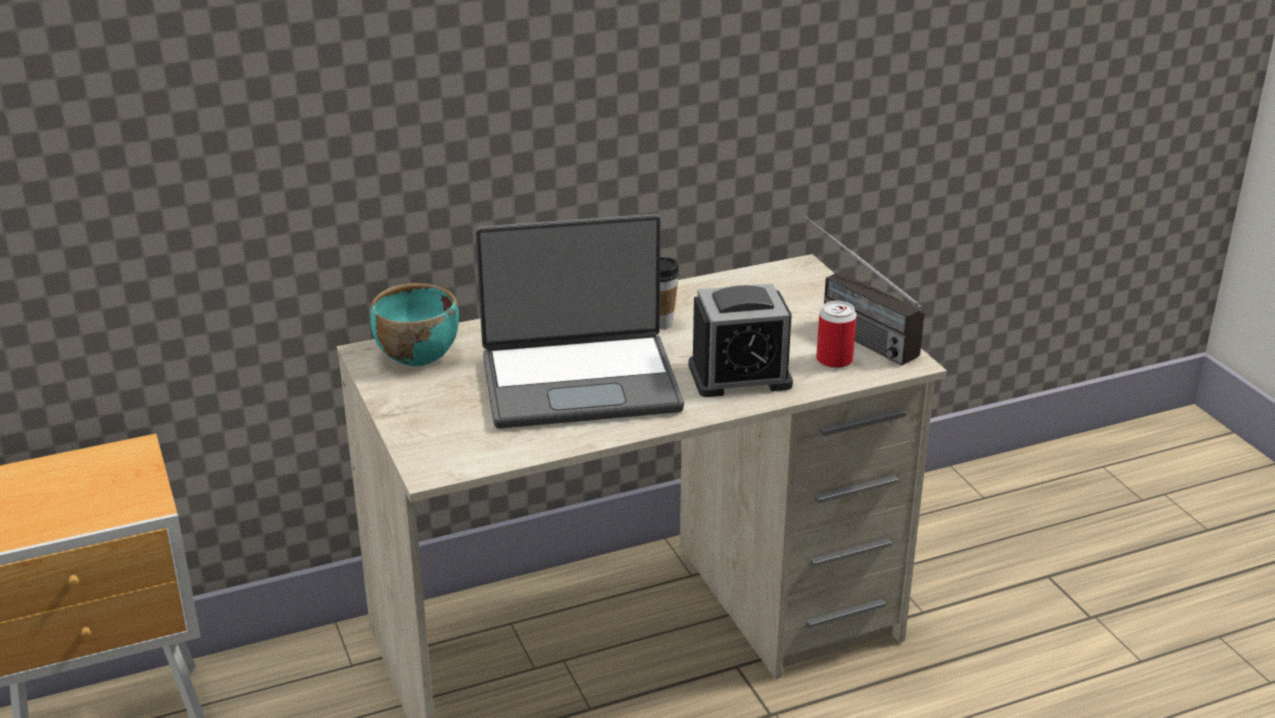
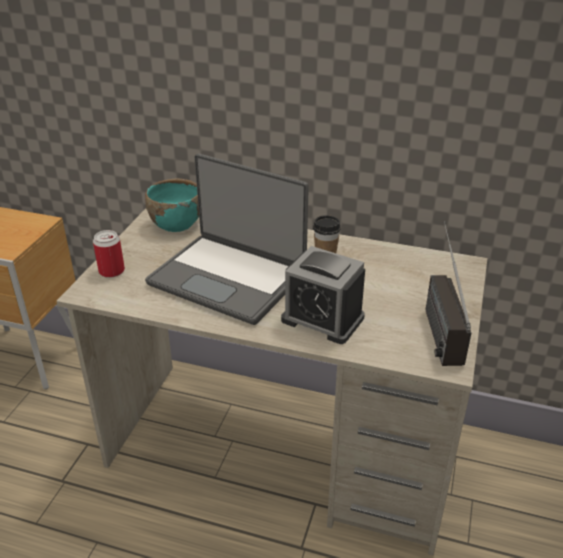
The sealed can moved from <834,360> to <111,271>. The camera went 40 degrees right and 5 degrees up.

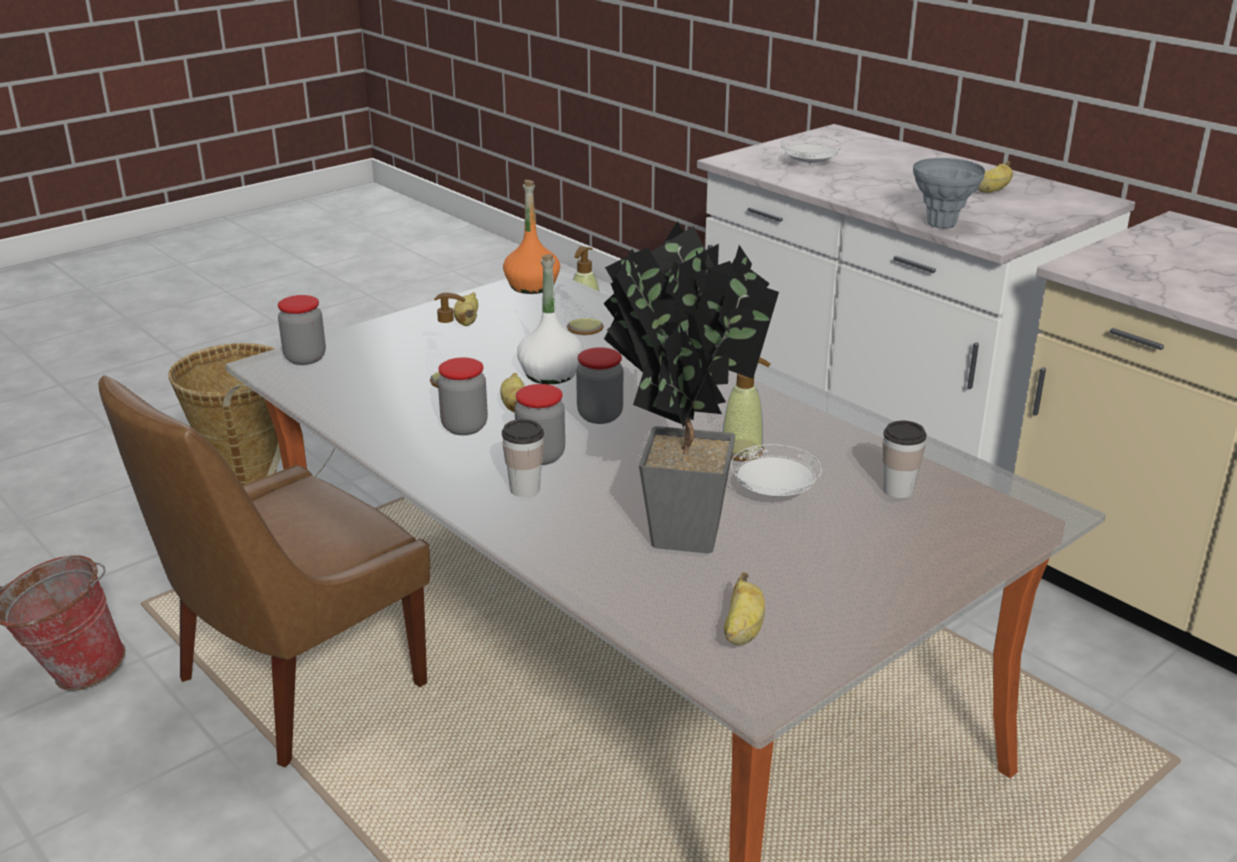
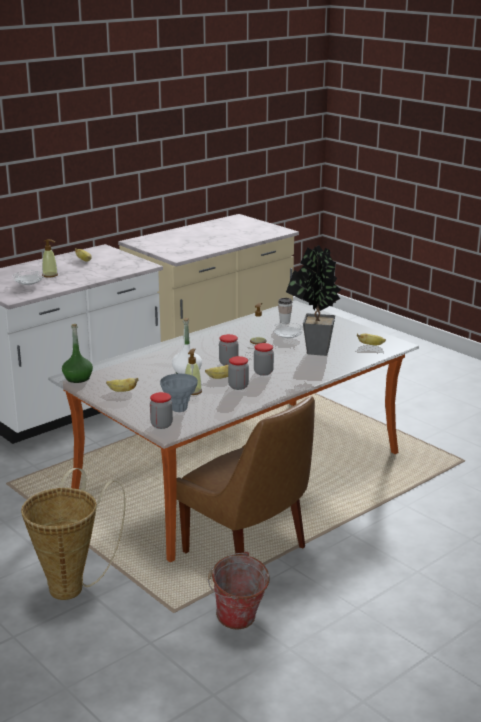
The cup at <525,489> disappeared. The soap dispenser moved from <585,328> to <50,275>. The gray decorative vase moved from <942,224> to <179,409>. The orange-coloured drink bottle at <532,286> became the green drink bottle at <77,378>. The camera went 90 degrees left and 5 degrees down.

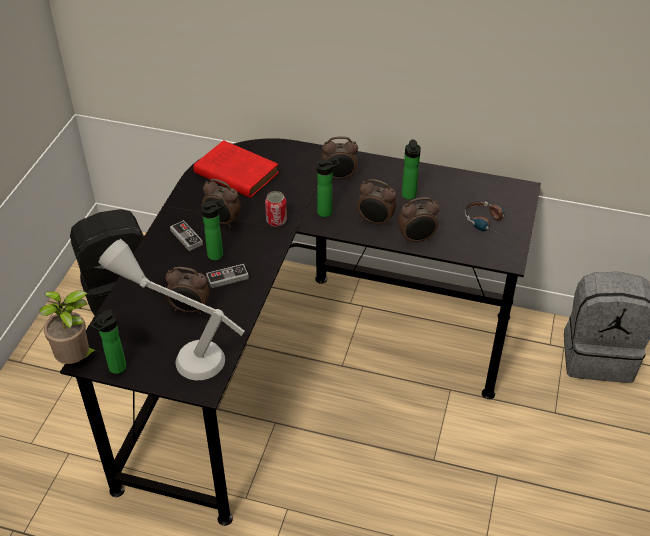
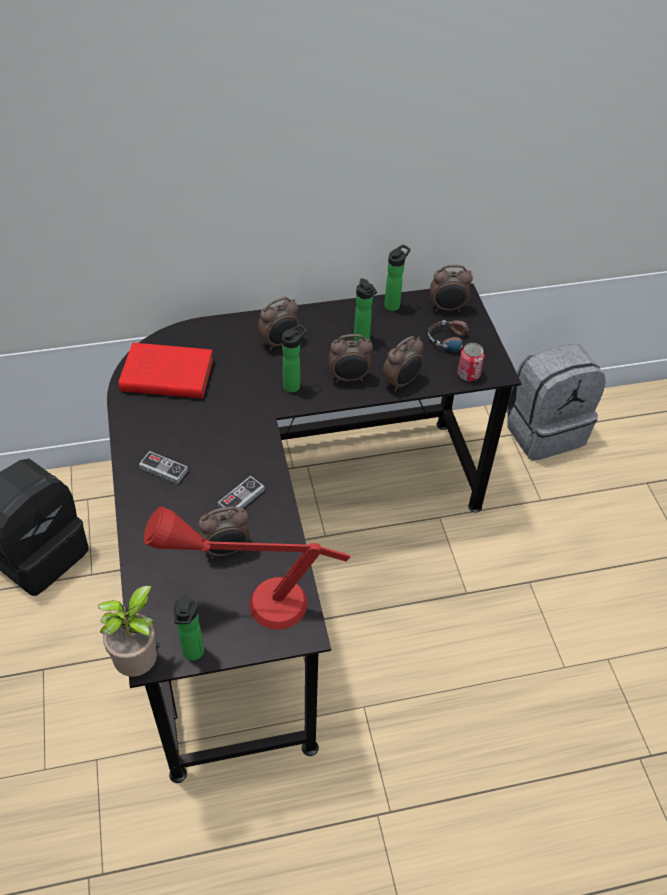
The drink bottle moved from <218,254> to <393,304>. The alarm clock moved from <222,222> to <447,308>. The sealed can moved from <276,220> to <468,374>. The gray tabletop lamp at <179,350> became the reddish tabletop lamp at <247,601>. The camera went 30 degrees left and 5 degrees up.

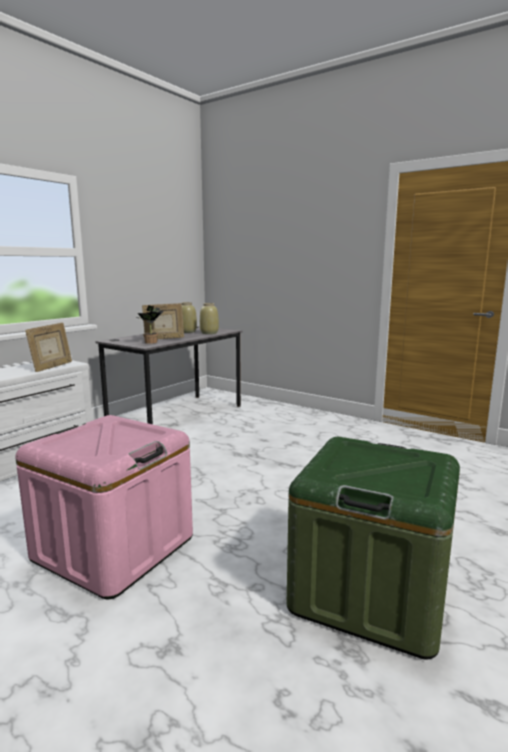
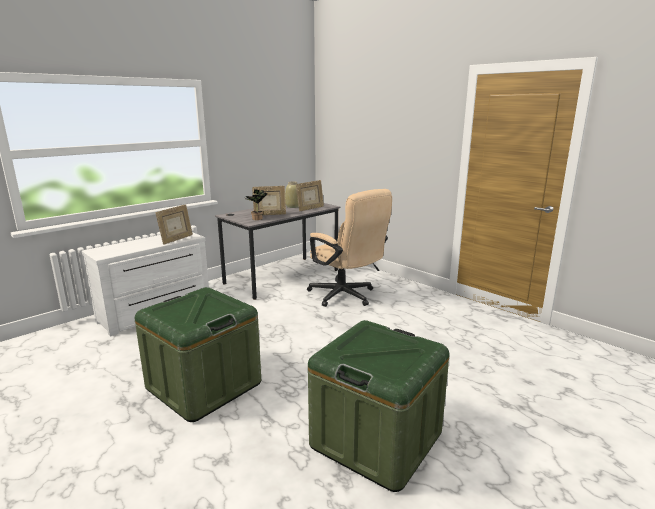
The sand-coloured office chair at <346,296> appeared. The sand-coloured decorative vase at <209,333> was replaced by the standing frame at <310,209>. The pink-coloured storage container at <114,548> became the green storage container at <204,385>. The camera went 10 degrees right and 5 degrees up.

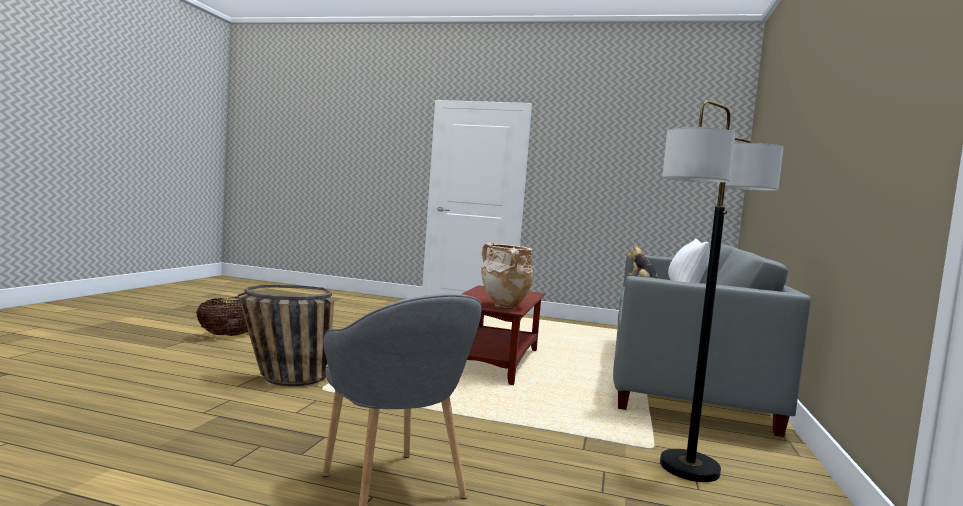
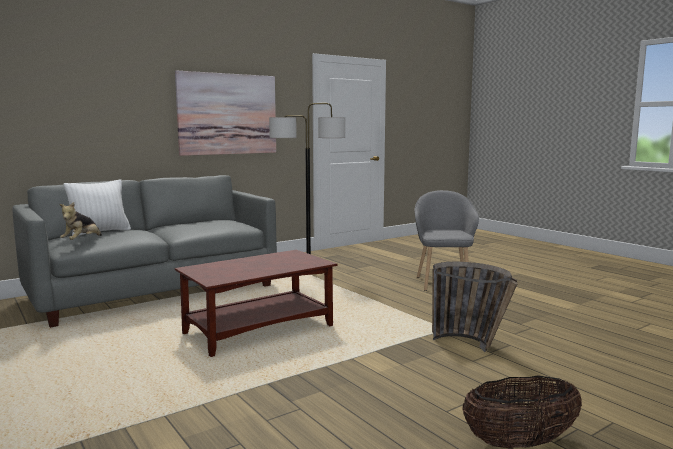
The sand-coloured decorative vase at <503,306> disappeared. The wall picture at <228,114> appeared. The camera went 140 degrees left and 5 degrees up.

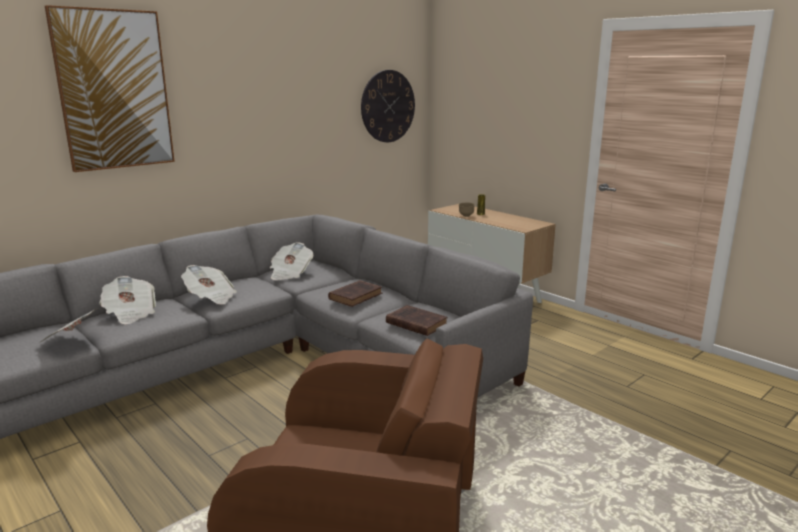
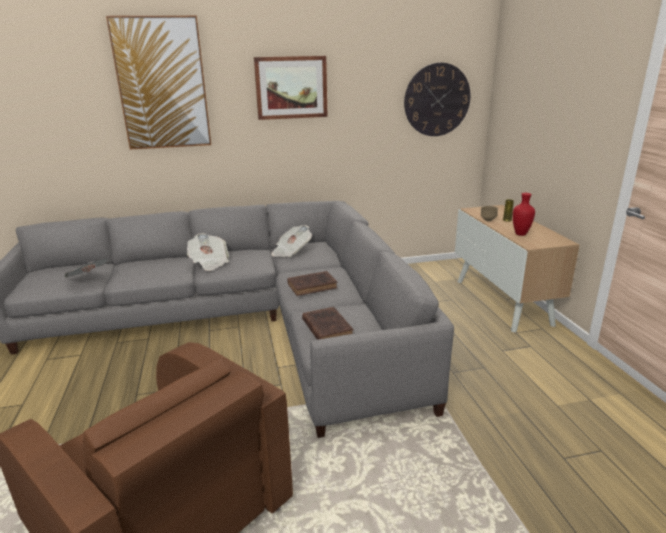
The printed paper at <130,313> disappeared. The wall picture at <291,87> appeared. The reddish decorative vase at <521,234> appeared. The camera went 30 degrees right and 5 degrees up.

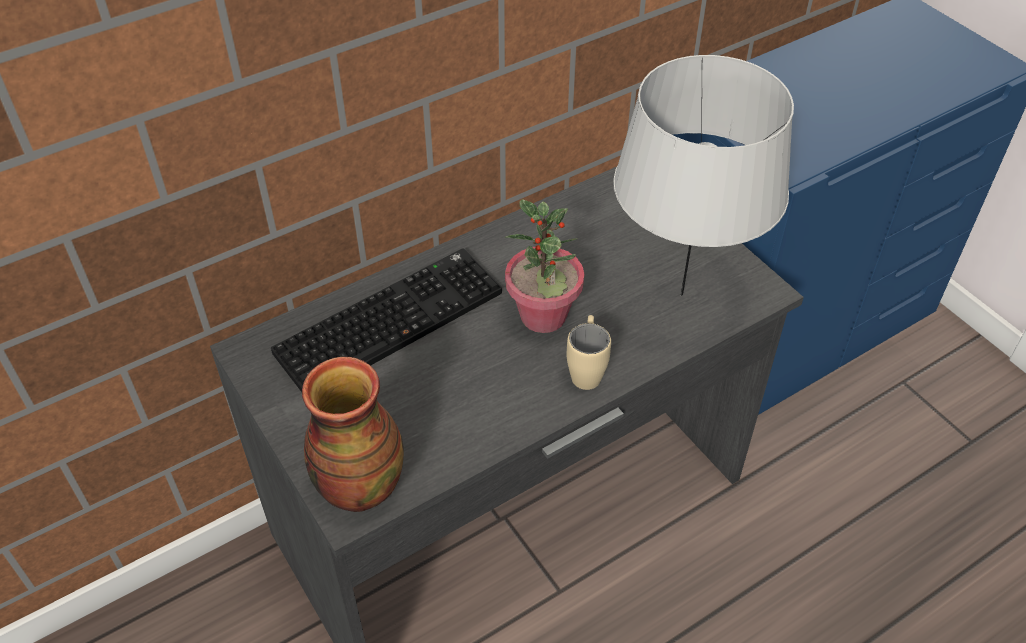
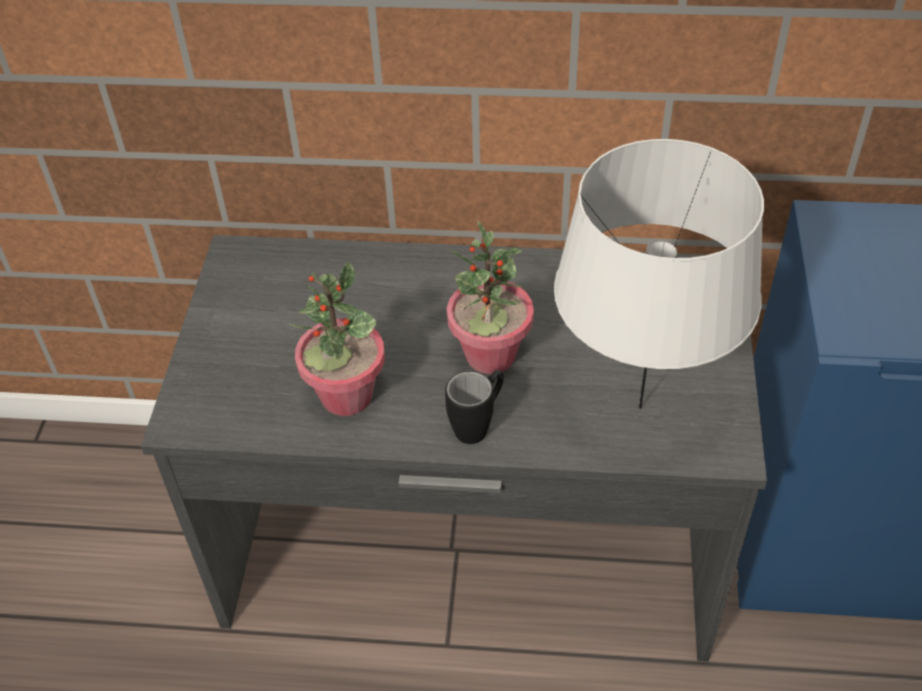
The keyboard at <390,319> disappeared. The decorative vase at <358,486> disappeared. The houseplant at <346,396> appeared. The sand-coloured tea mug at <586,370> became the blackish tea mug at <478,424>. The camera went 40 degrees right and 0 degrees up.

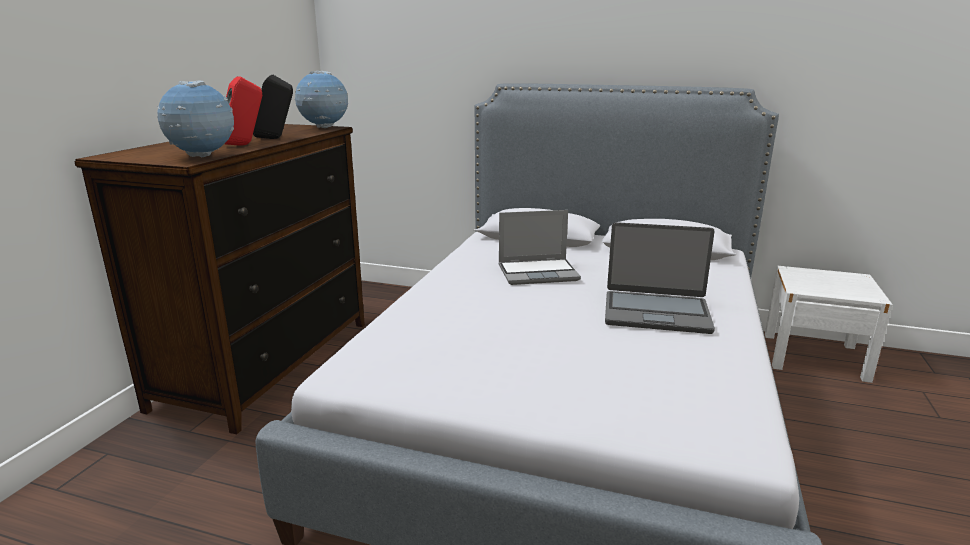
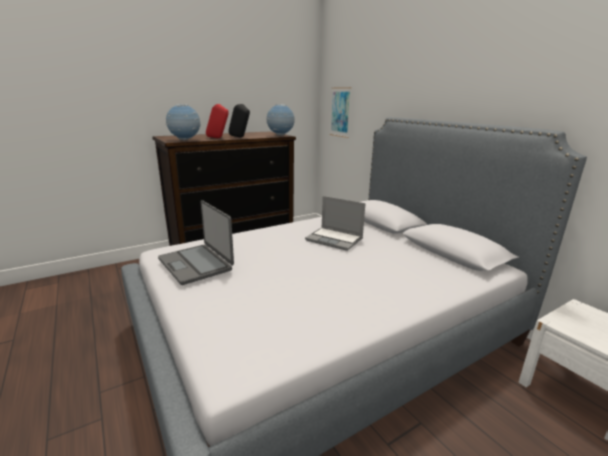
The wall picture at <340,112> appeared. The portable computer moved from <656,313> to <196,264>. The camera went 40 degrees right and 0 degrees up.

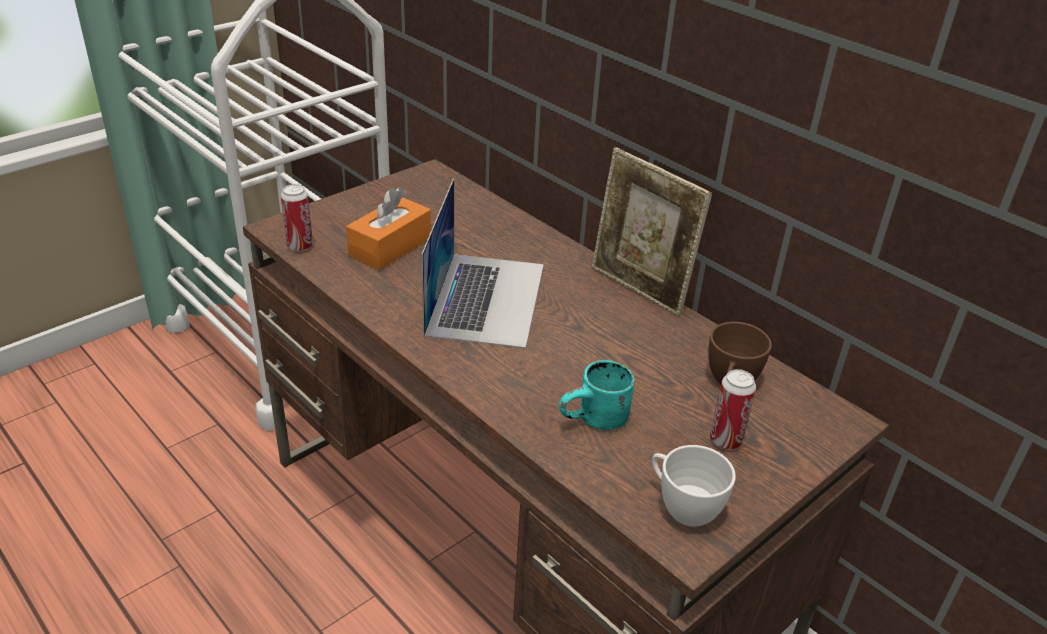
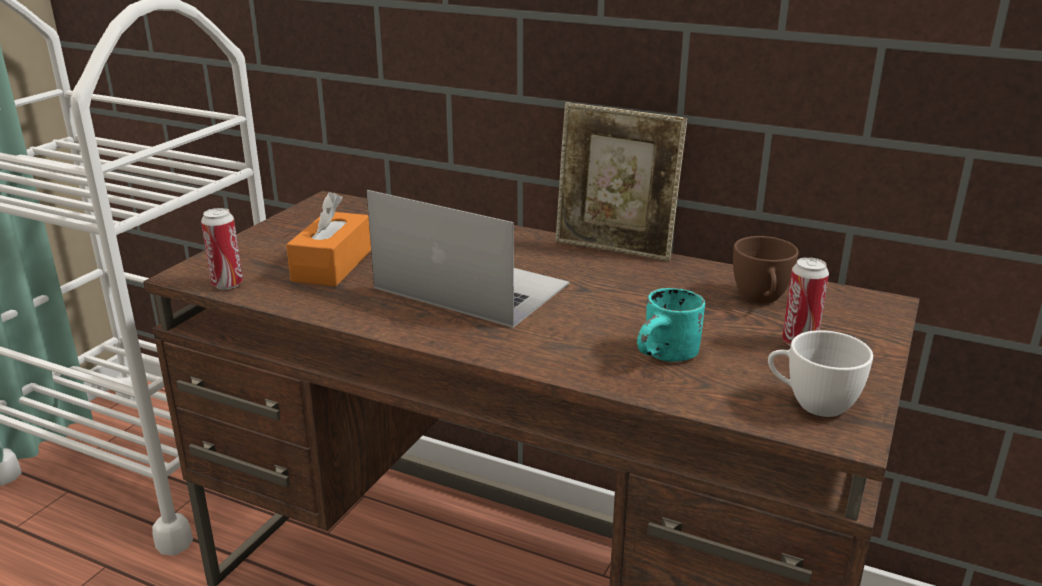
The portable computer at <486,298> turned 45 degrees counterclockwise. The camera went 20 degrees left and 10 degrees down.

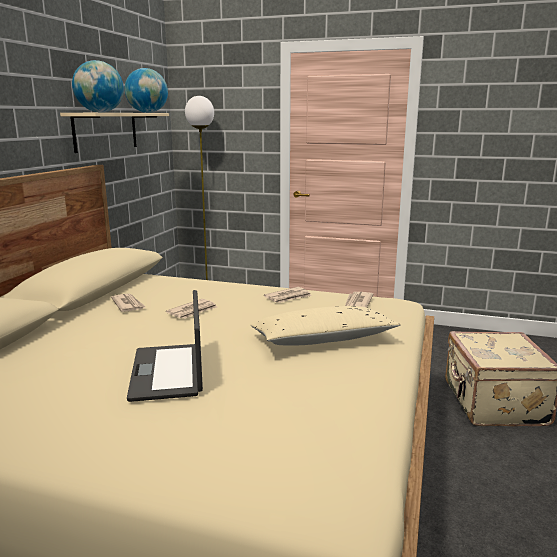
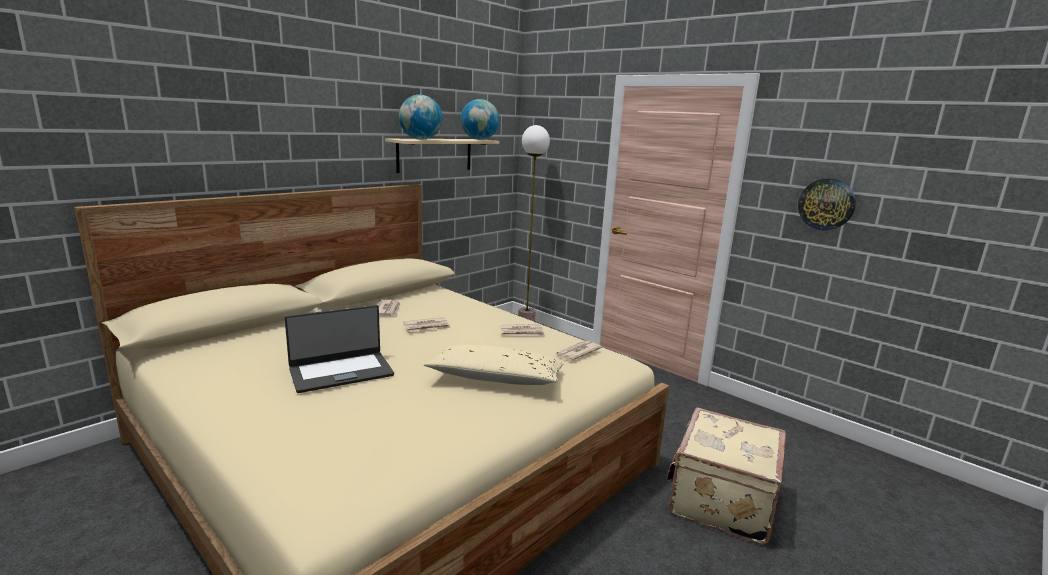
The hanging clock at <826,204> appeared. The portable computer at <169,371> turned 135 degrees counterclockwise. The camera went 25 degrees right and 0 degrees up.

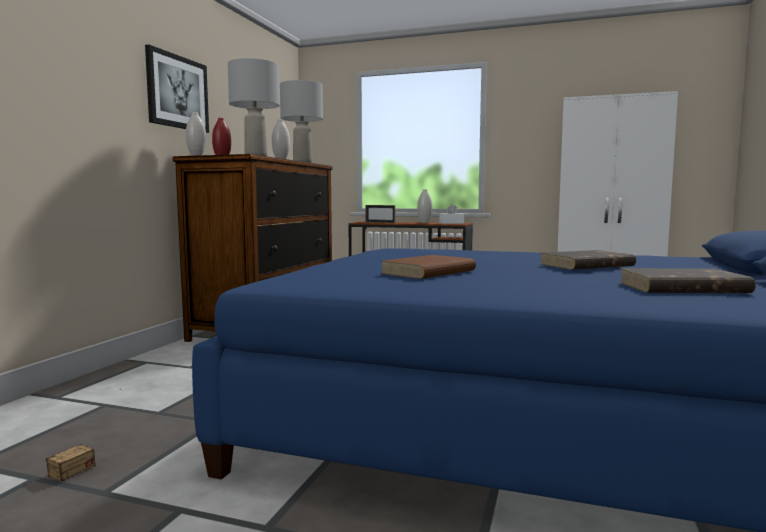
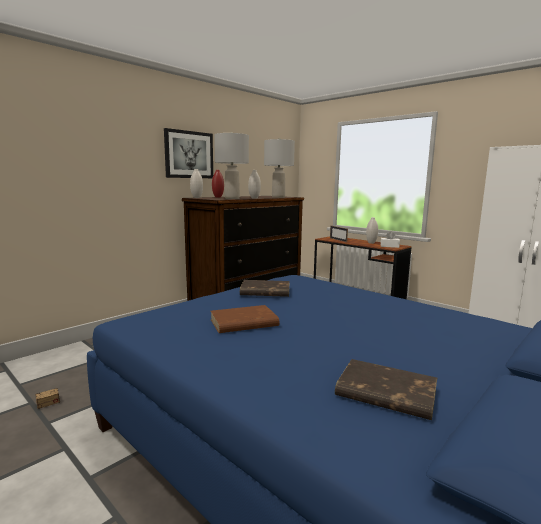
The brown-coloured volume moved from <585,265> to <264,291>. The camera went 25 degrees right and 5 degrees up.

